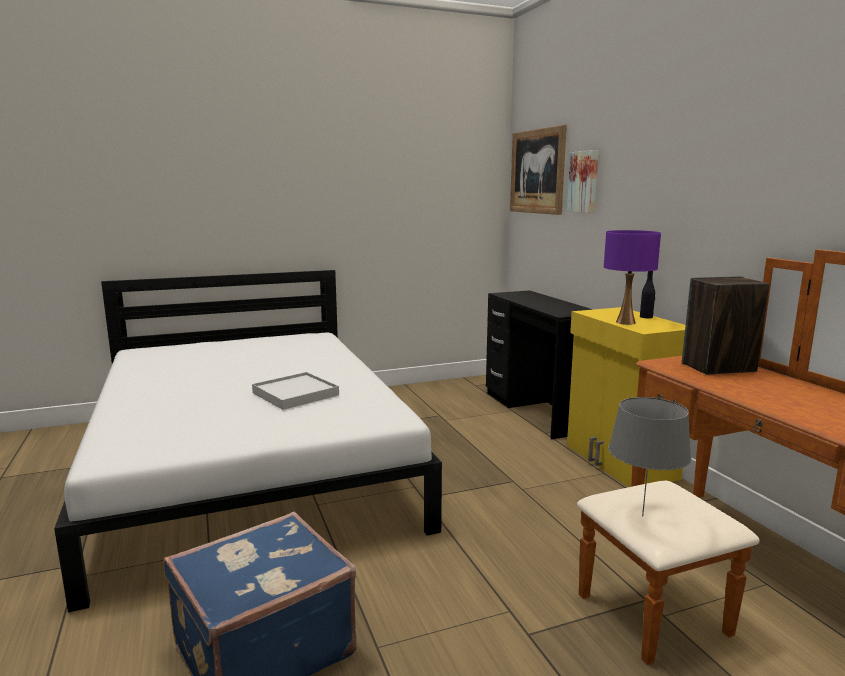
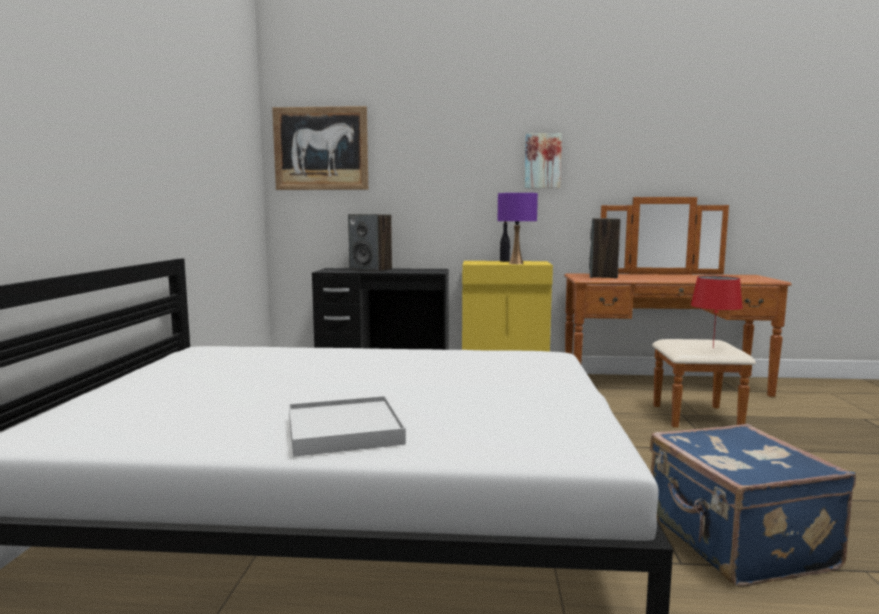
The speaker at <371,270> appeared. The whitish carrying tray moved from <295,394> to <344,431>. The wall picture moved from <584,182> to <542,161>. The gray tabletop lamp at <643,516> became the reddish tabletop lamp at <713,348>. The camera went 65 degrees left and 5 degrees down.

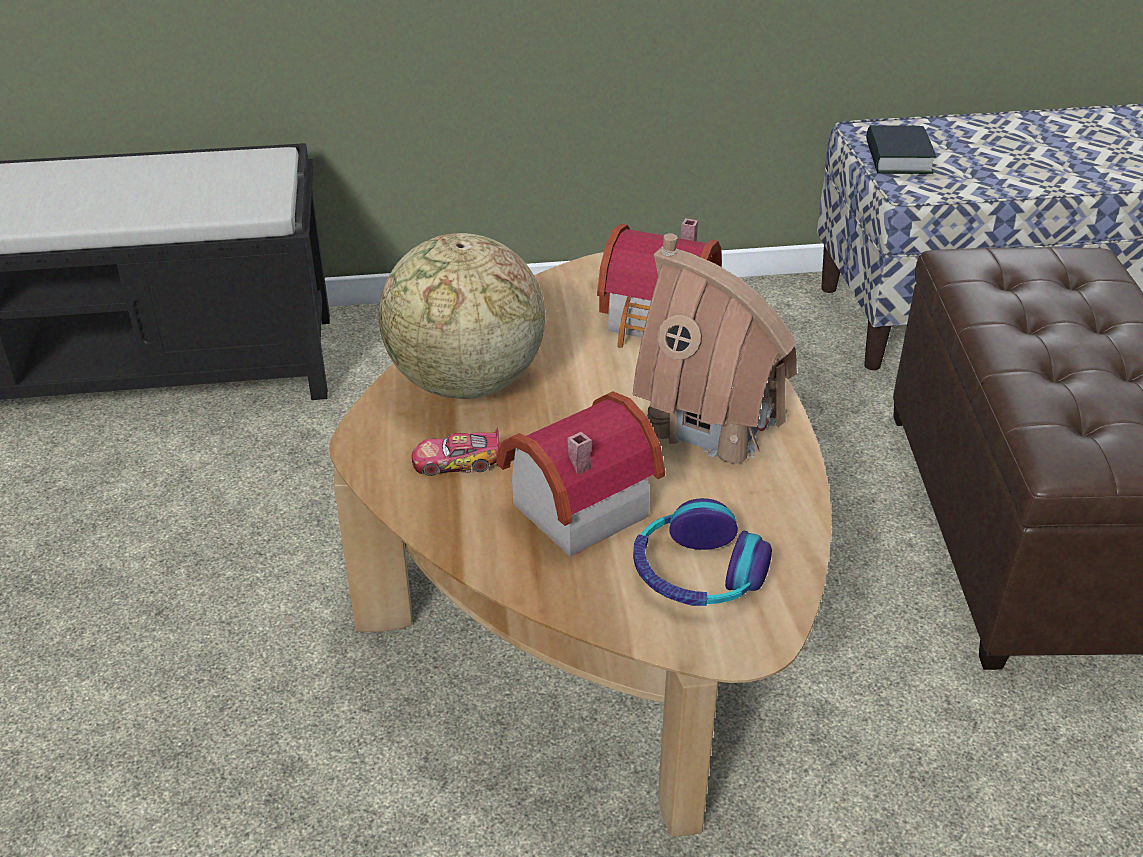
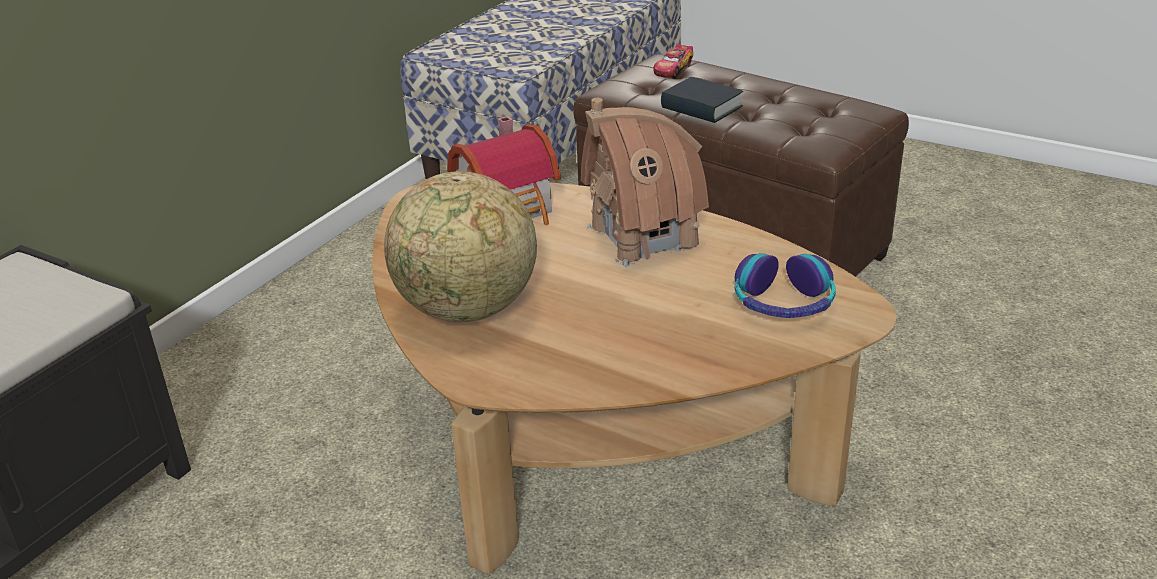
The model house at <571,506> disappeared. The model car moved from <456,462> to <672,69>. The volume moved from <898,158> to <701,108>. The camera went 50 degrees left and 5 degrees down.

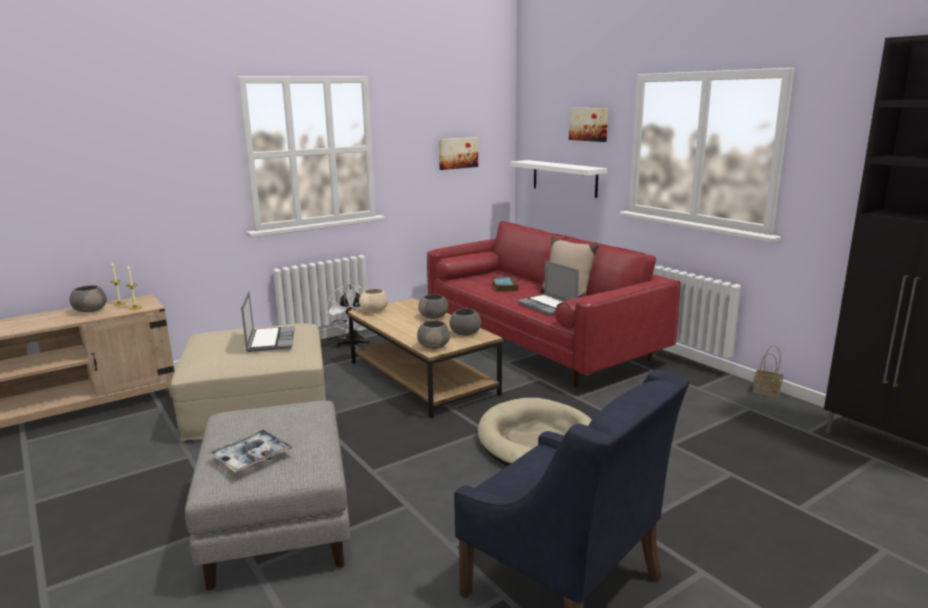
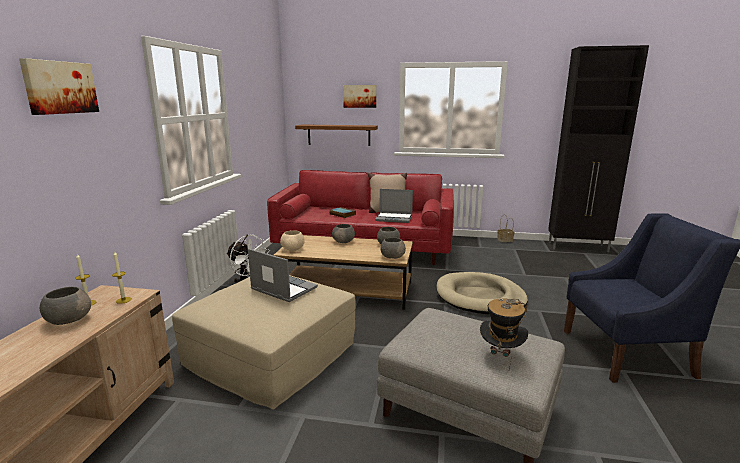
The wall picture moved from <457,153> to <59,87>. The carrying tray at <252,457> was replaced by the wearable hat at <501,356>. The whitish shelf at <564,178> became the brown-coloured shelf at <339,135>. The camera went 45 degrees left and 0 degrees up.

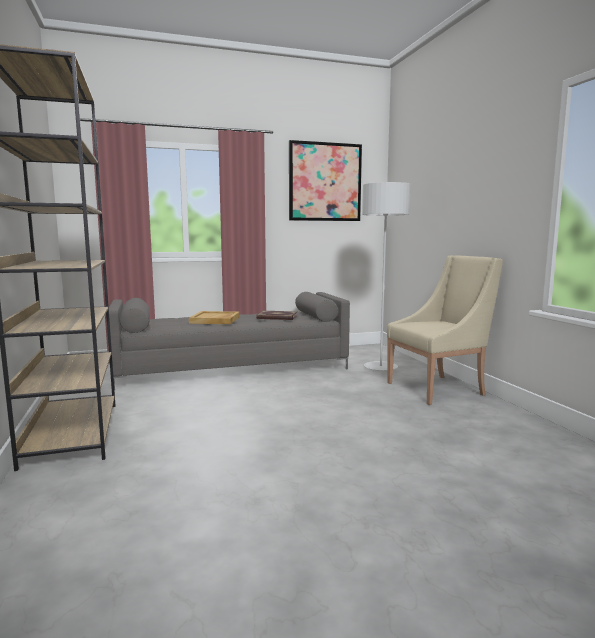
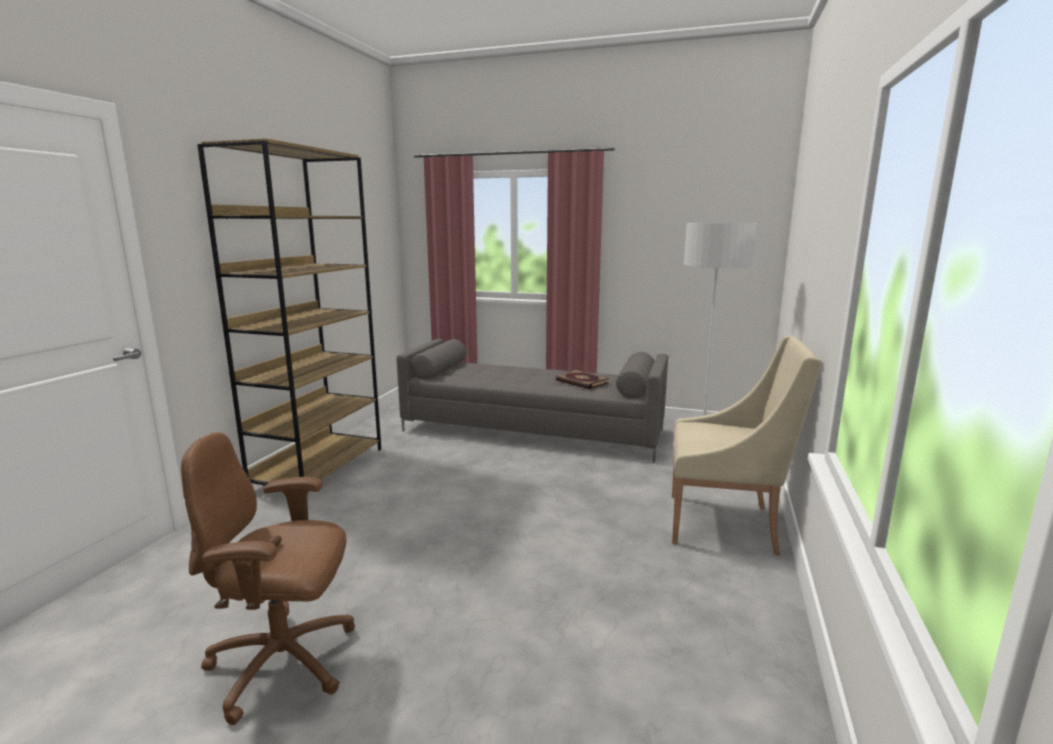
The sand-coloured carrying tray at <215,320> disappeared. The wall picture at <325,182> disappeared. The brown-coloured office chair at <285,663> appeared. The camera went 35 degrees right and 5 degrees up.

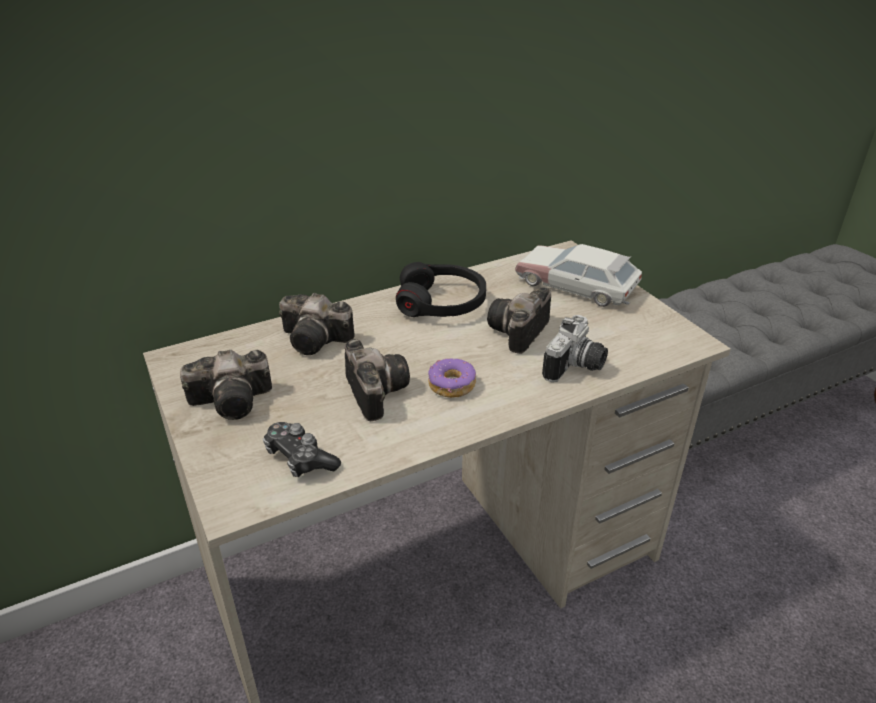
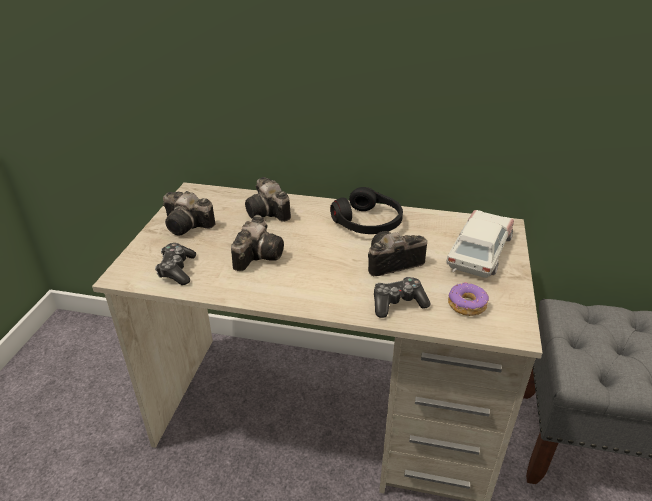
The donut moved from <451,385> to <466,305>. The photo camera at <576,367> was replaced by the game controller at <398,303>. The model car at <577,286> turned 45 degrees clockwise. The camera went 40 degrees right and 0 degrees up.

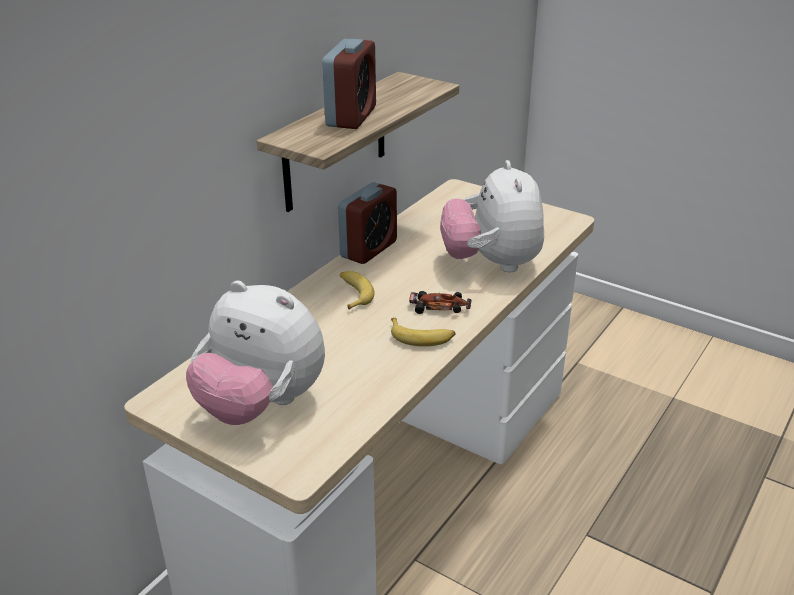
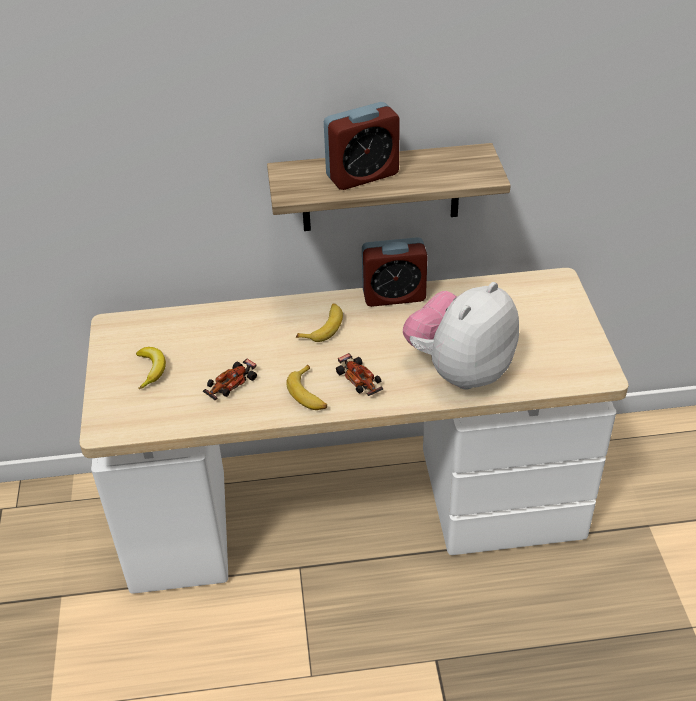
The model car at <230,384> appeared. The plush toy at <261,405> was replaced by the whole banana at <151,370>. The camera went 50 degrees right and 10 degrees up.

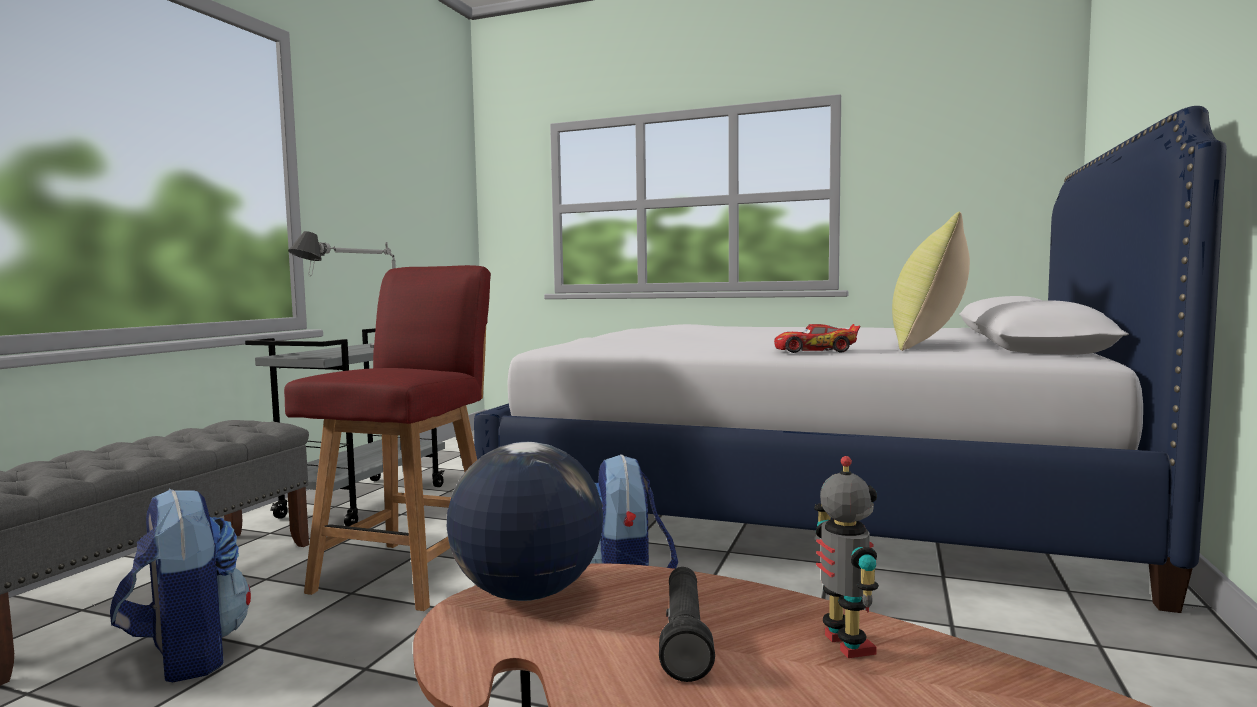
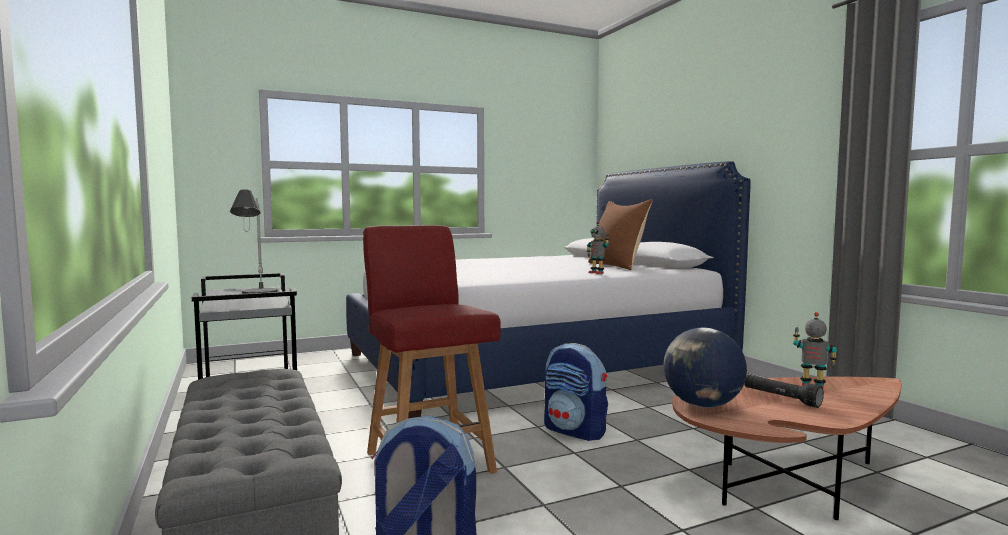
The model car at <816,351> was replaced by the model robot at <597,273>. The yellow-coloured pillow at <928,345> became the brown-coloured pillow at <618,266>. The camera went 45 degrees left and 0 degrees up.

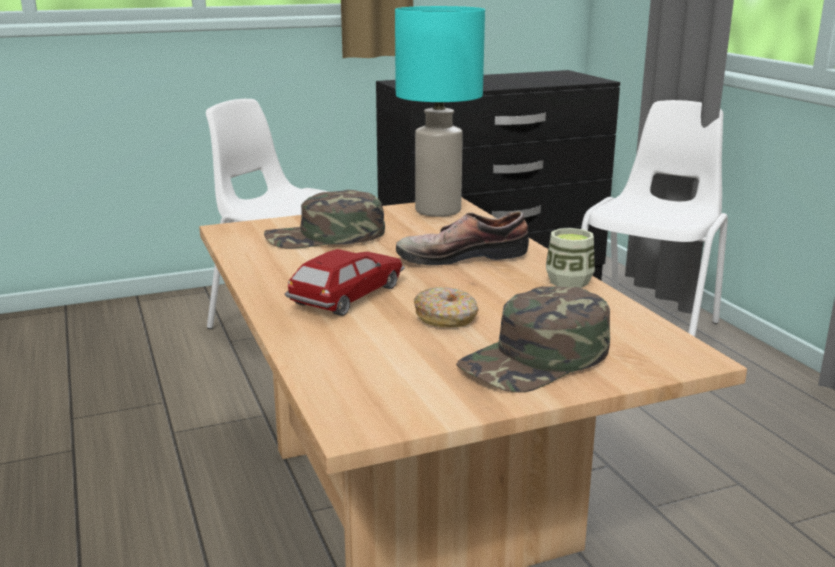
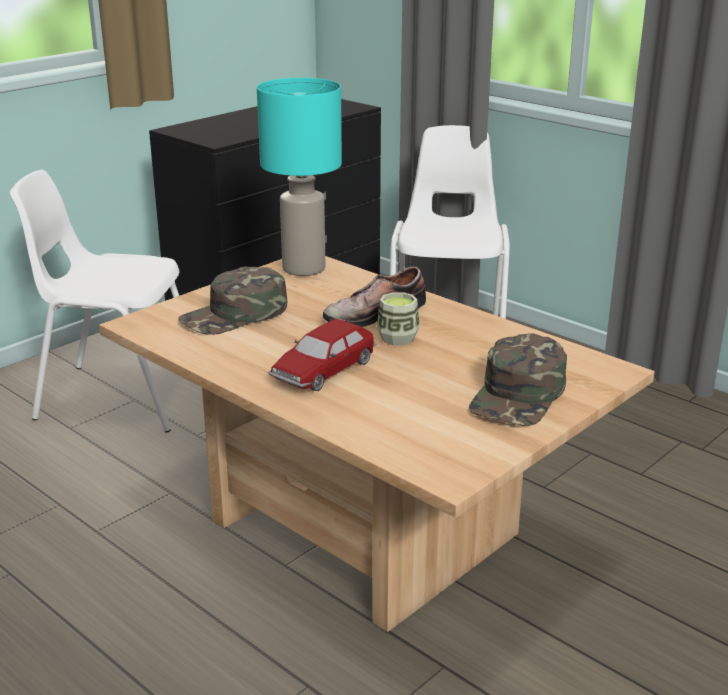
The donut at <446,318> disappeared. The cup moved from <569,281> to <397,338>. The model car at <348,295> turned 150 degrees counterclockwise. The camera went 25 degrees left and 5 degrees up.

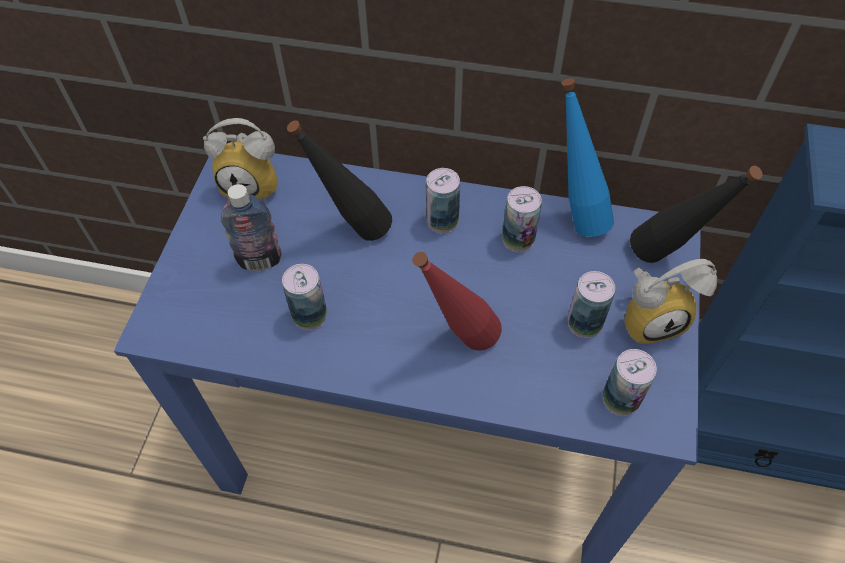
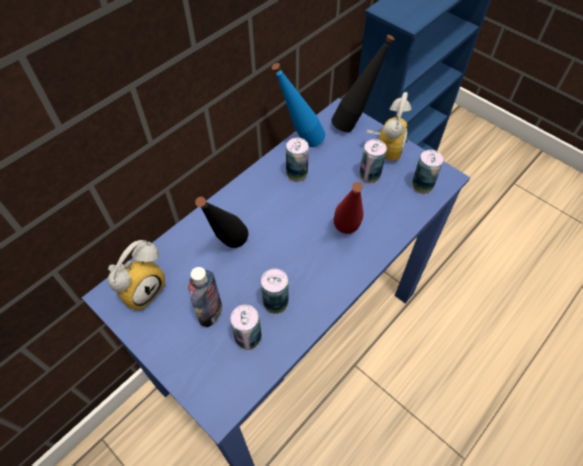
The sealed can moved from <442,221> to <248,338>. The camera went 60 degrees left and 0 degrees up.

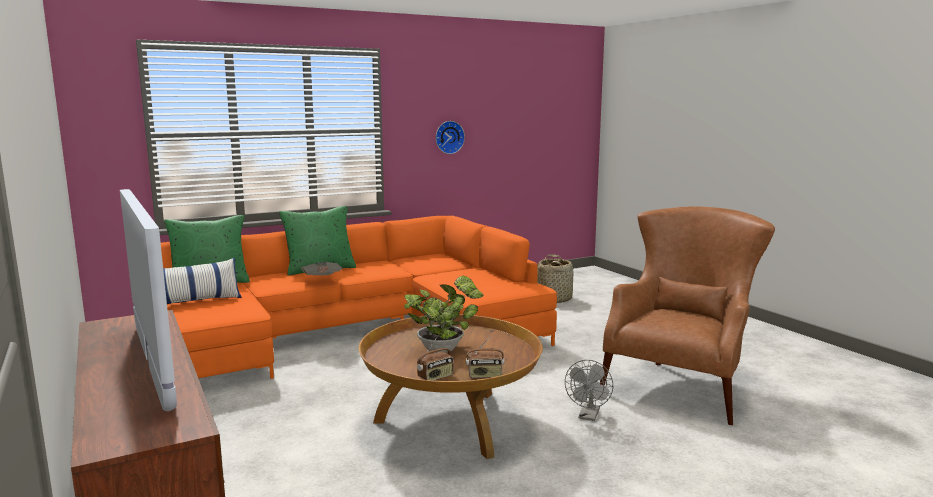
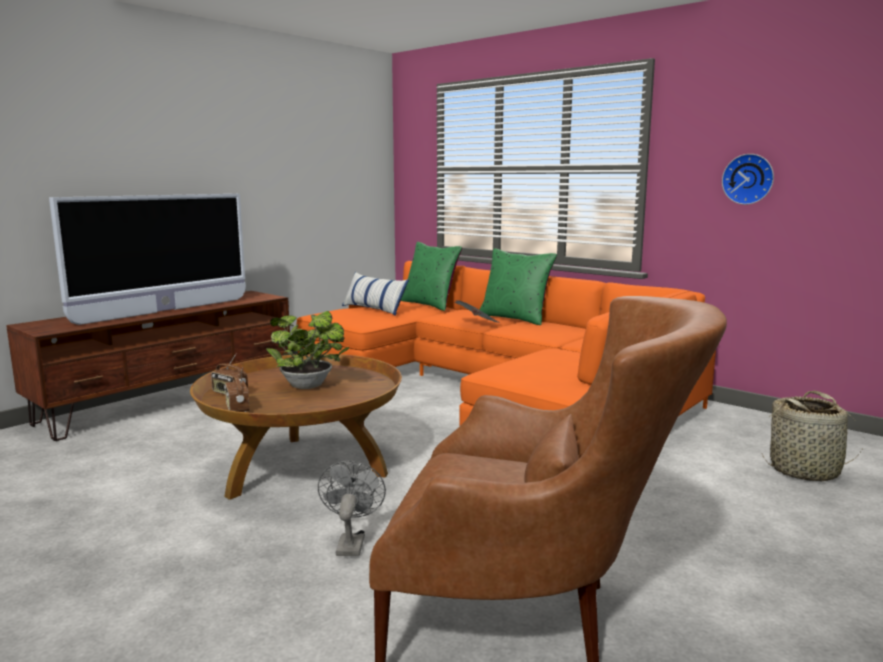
The gray fan at <588,416> turned 90 degrees clockwise. The camera went 70 degrees right and 0 degrees up.

